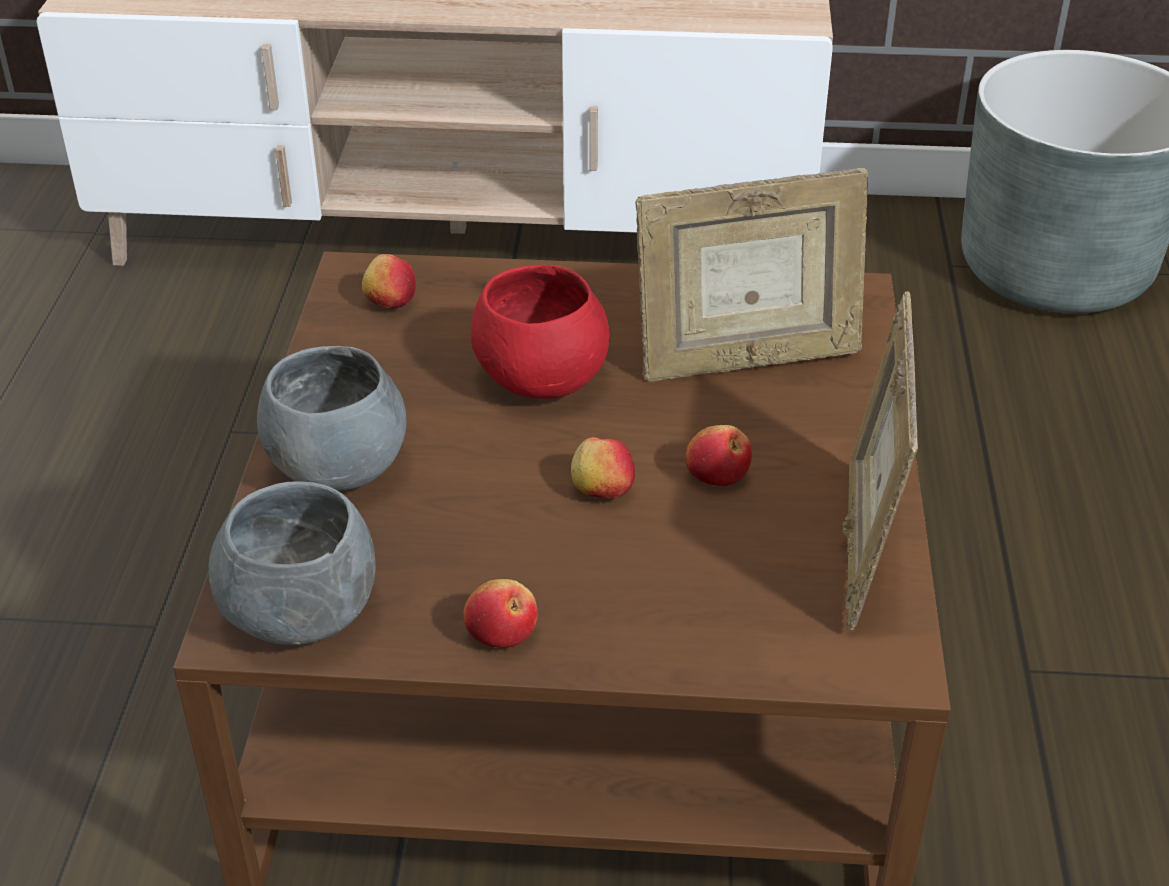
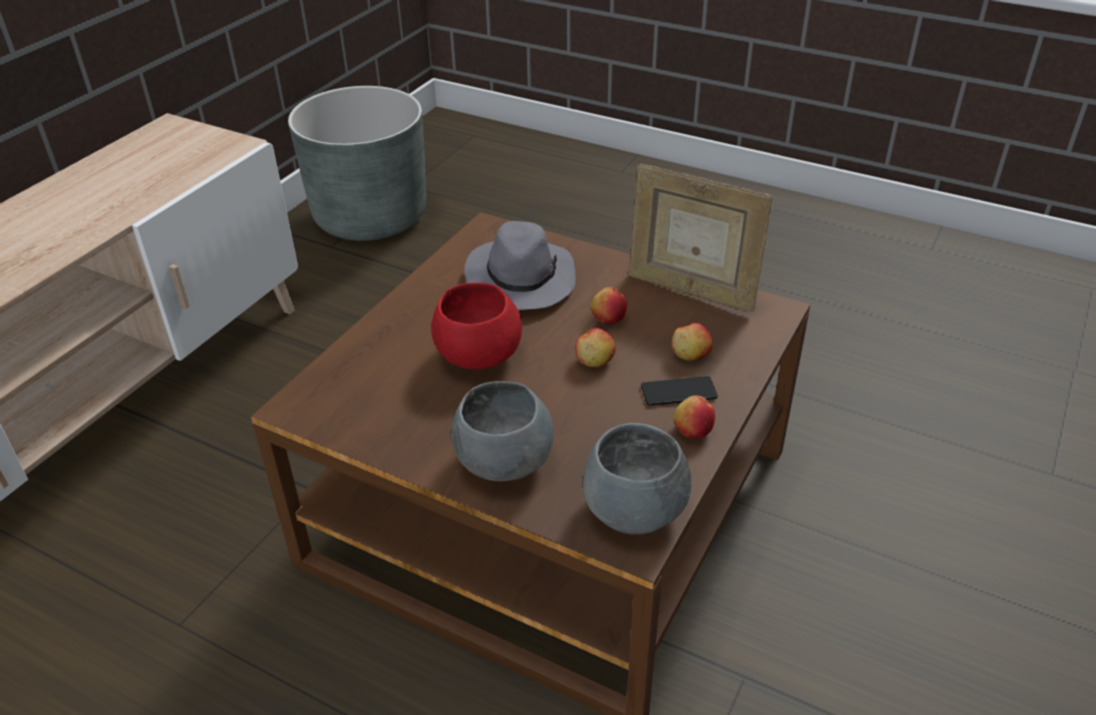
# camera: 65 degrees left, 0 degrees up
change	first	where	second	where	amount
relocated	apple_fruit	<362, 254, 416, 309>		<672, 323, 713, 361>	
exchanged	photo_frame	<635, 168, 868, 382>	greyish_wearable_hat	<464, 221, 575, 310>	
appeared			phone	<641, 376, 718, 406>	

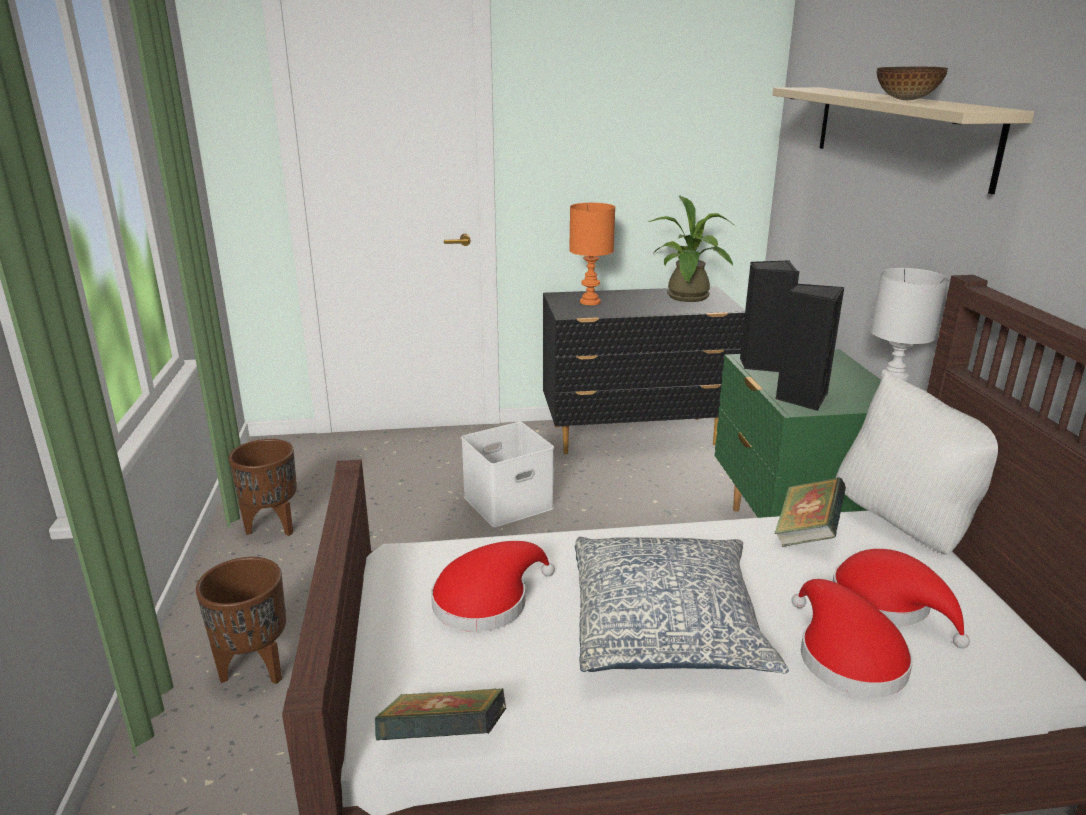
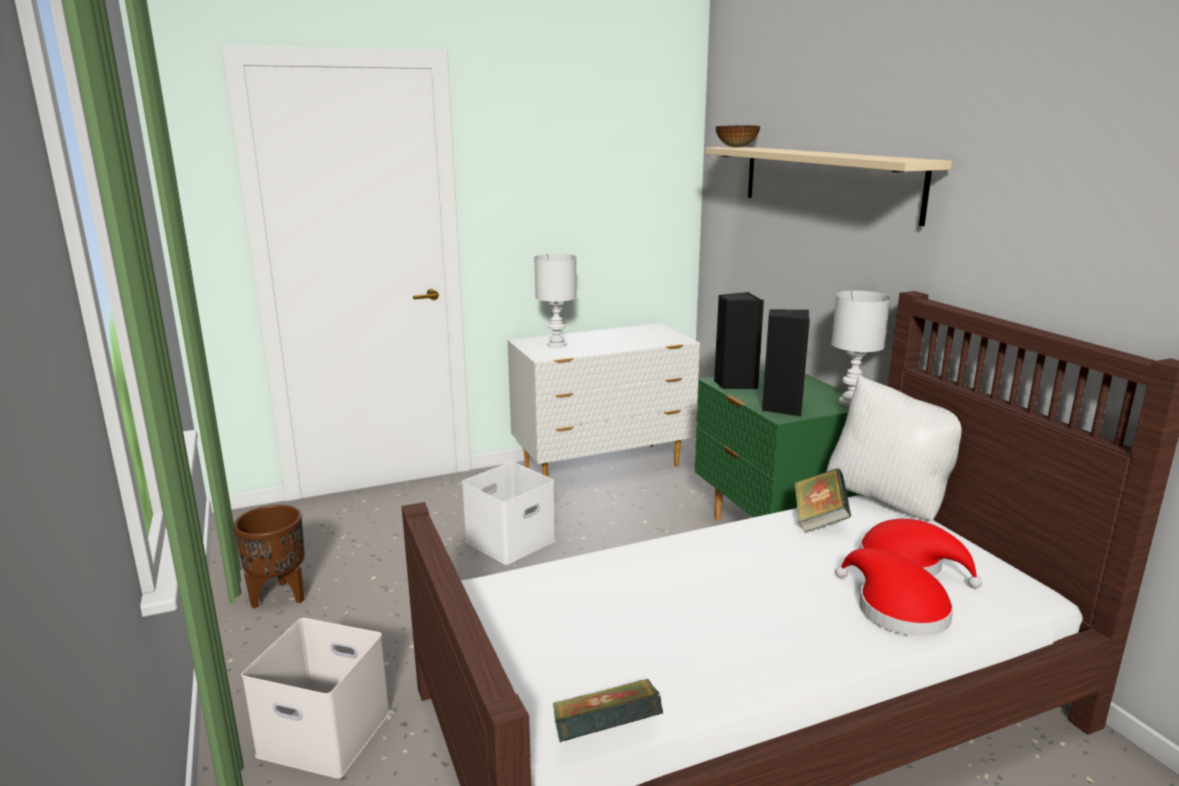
# camera: 15 degrees left, 5 degrees down
change	first	where	second	where	amount
exchanged	brown-coloured_planter	<196, 557, 286, 684>	white_storage_bin	<241, 618, 390, 778>	
missing	red-coloured_wearable_hat	<431, 541, 555, 632>			
colour	black-coloured_drawer_chest	<543, 286, 745, 454>	white_drawer_chest	<508, 323, 700, 477>	
colour	orangey_table_lamp	<569, 203, 615, 305>	white_table_lamp	<534, 253, 577, 348>	
missing	throw_pillow	<575, 537, 788, 674>			
missing	plant_in_a_pot	<648, 195, 735, 302>			
relocated	bowl	<877, 66, 948, 100>		<716, 125, 760, 148>	

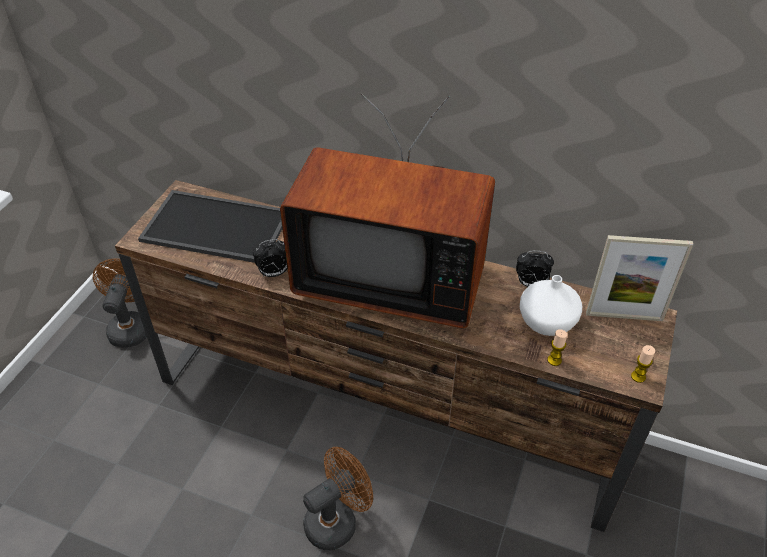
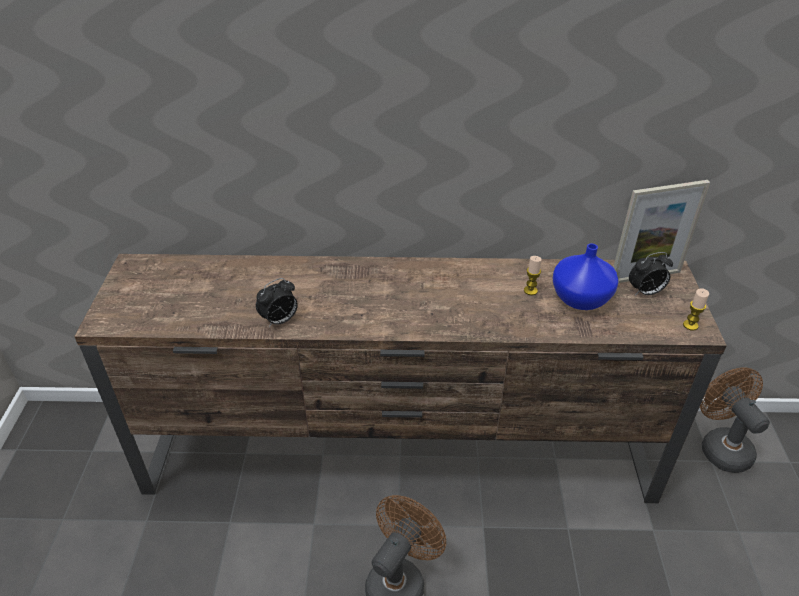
# camera: 20 degrees left, 5 degrees down
change	first	where	second	where	amount
relocated	brown-coloured_electric_fan	<93, 258, 147, 348>		<700, 367, 770, 473>	
missing	tray	<138, 190, 282, 263>			
missing	television	<280, 94, 495, 328>			
relocated	table_clock	<516, 251, 554, 287>		<629, 252, 673, 296>	
colour	white_flower_vase	<520, 275, 582, 336>	bluish_flower_vase	<553, 243, 619, 310>	
relocated	candle	<547, 329, 567, 366>		<524, 256, 542, 295>	

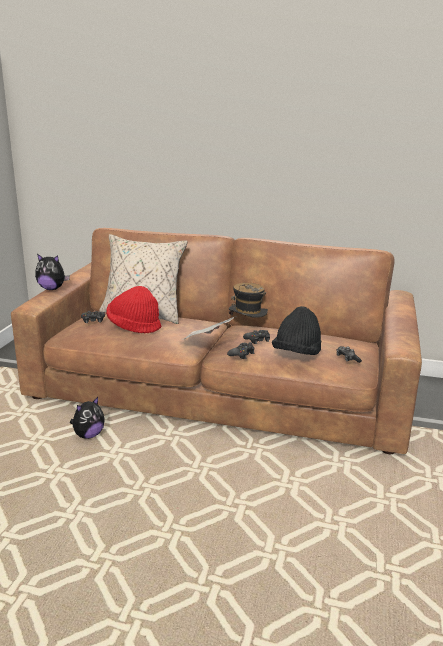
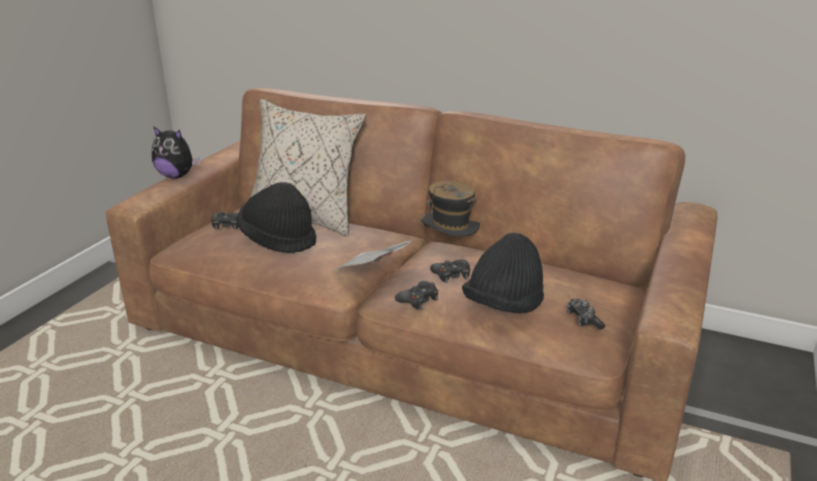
# camera: 10 degrees right, 5 degrees up
change	first	where	second	where	amount
missing	plush_toy	<70, 397, 105, 439>			
colour	red-coloured_wearable_hat	<106, 286, 161, 333>	black-coloured_wearable_hat	<237, 182, 316, 253>	

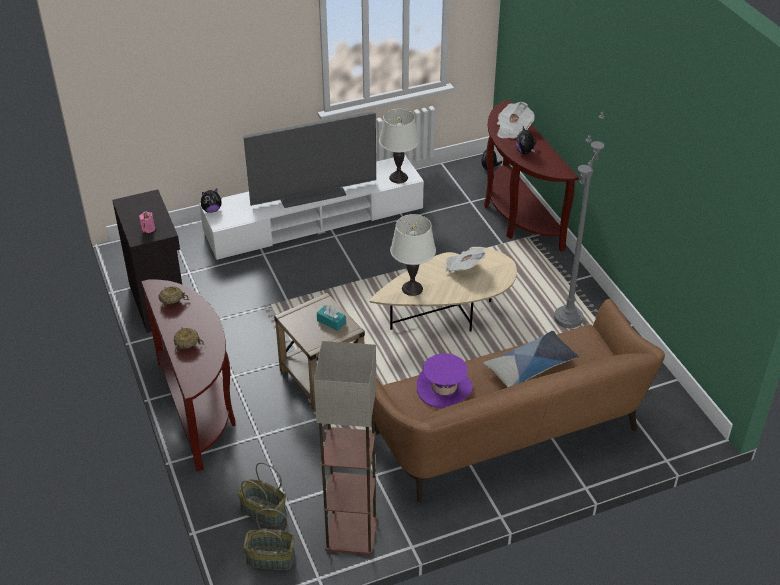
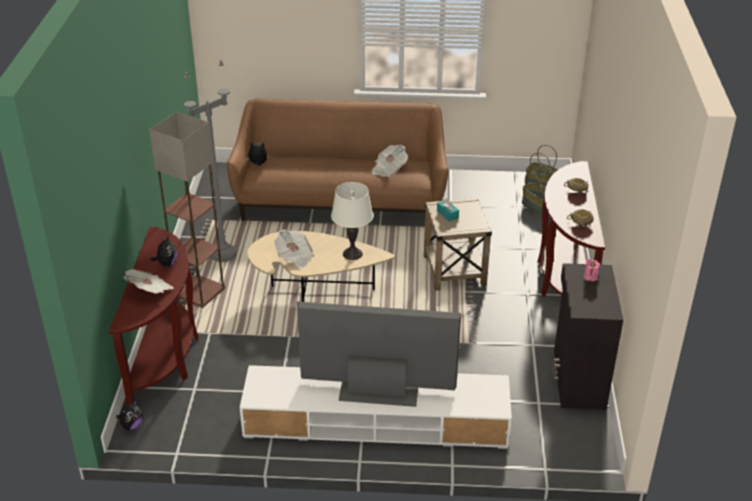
# camera: 155 degrees left, 5 degrees down
change	first	where	second	where	amount
relocated	plush_toy	<201, 189, 221, 213>		<246, 142, 268, 166>	
relocated	standard_lamp	<314, 341, 377, 555>		<149, 112, 225, 307>	
missing	white_table_lamp	<379, 109, 419, 183>			
exchanged	purple-coloured_wearable_hat	<417, 353, 473, 408>	printed_paper	<371, 145, 408, 177>	
missing	throw_pillow	<483, 331, 579, 387>			

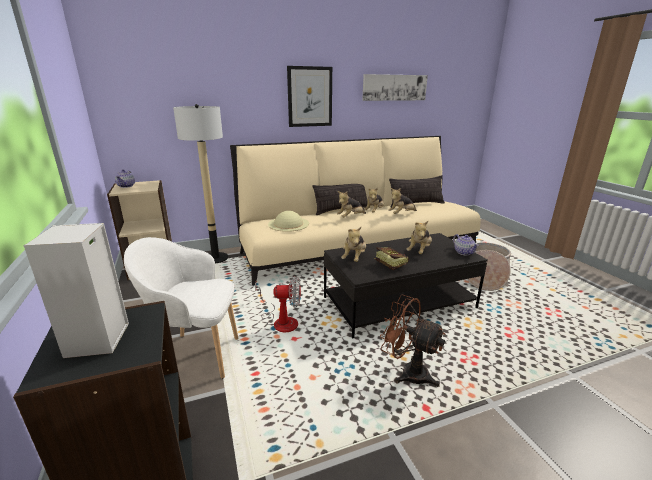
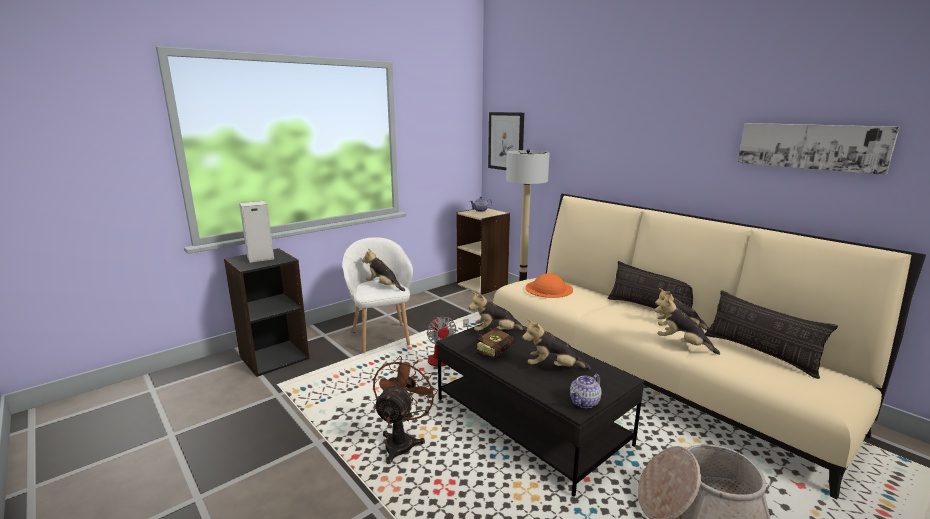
# camera: 70 degrees right, 5 degrees down
change	first	where	second	where	amount
colour	beige_wearable_hat	<268, 211, 309, 232>	orangey_wearable_hat	<525, 273, 573, 298>	
relocated	picture	<287, 66, 332, 127>		<488, 112, 524, 170>	
relocated	plush_toy	<337, 191, 366, 218>		<362, 249, 405, 291>	

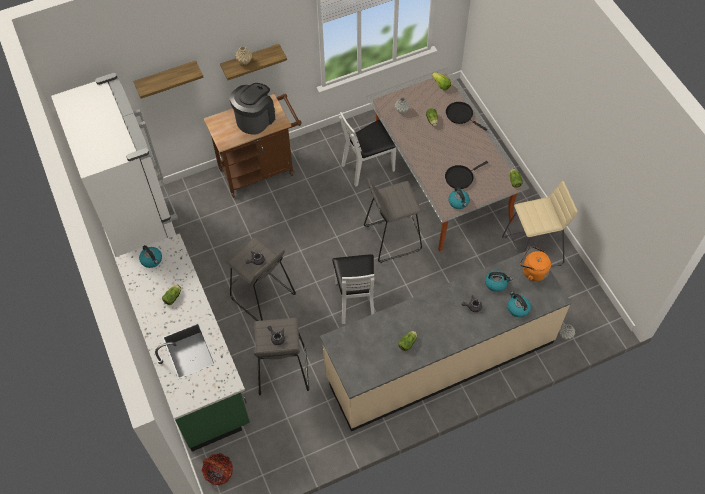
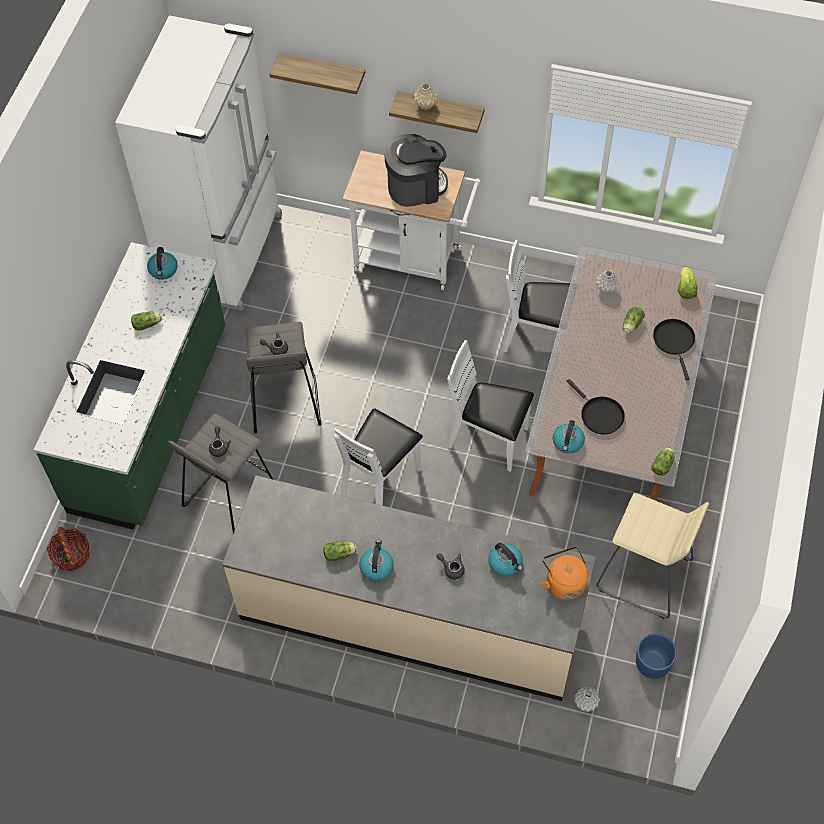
# camera: 40 degrees right, 0 degrees up
change	first	where	second	where	amount
colour	brown-coloured_trolley	<204, 94, 302, 198>	white_trolley	<342, 151, 481, 290>	
exchanged	greyish_stool_seat	<364, 178, 422, 263>	white_plain_chair	<447, 340, 534, 472>	
spun	black-coloured_pan	<445, 161, 488, 189>		<567, 379, 625, 434>	135 degrees counterclockwise
relocated	water_kettle	<507, 291, 531, 317>		<359, 540, 394, 581>	
appeared			bluish_planter	<636, 634, 677, 679>	

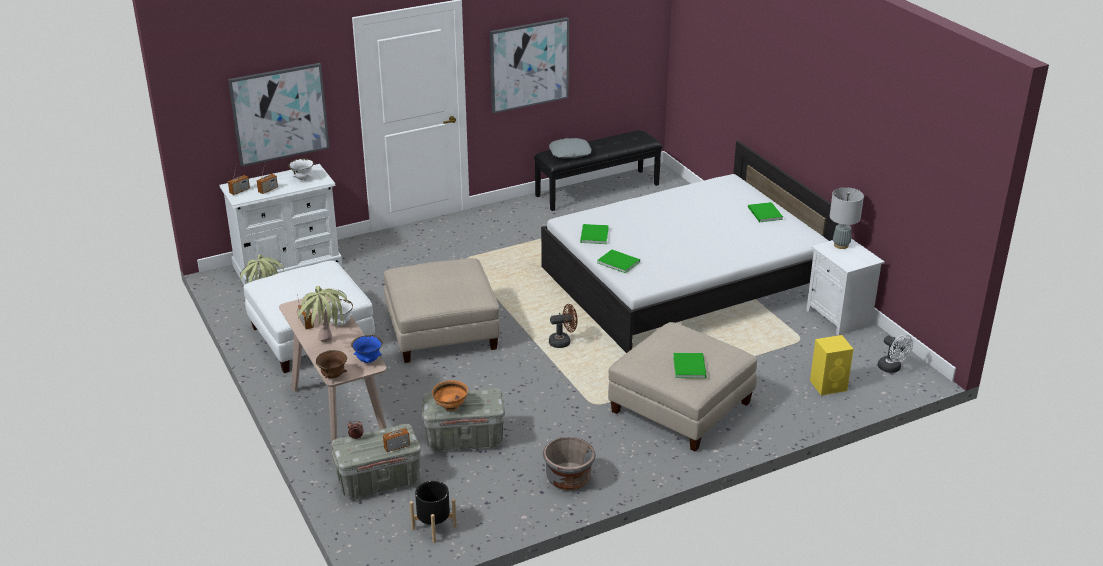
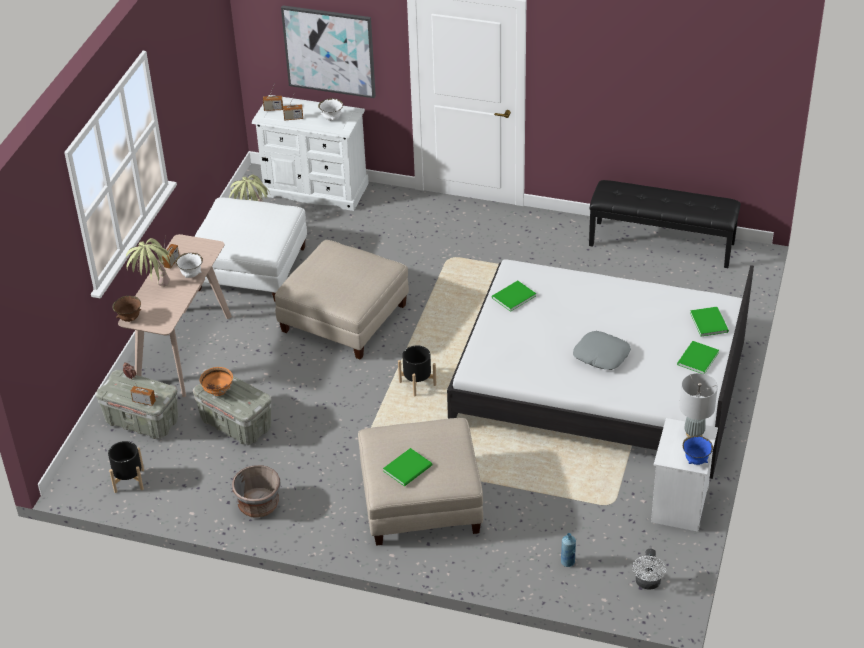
# camera: 45 degrees right, 10 degrees up
change	first	where	second	where	amount
relocated	bluish_bowl	<351, 335, 382, 363>		<683, 435, 713, 465>	
missing	picture	<490, 17, 569, 113>			
relocated	greyish_throw_pillow	<549, 138, 591, 158>		<573, 331, 631, 370>	
exchanged	brown-coloured_electric_fan	<549, 304, 578, 348>	black-coloured_planter	<398, 345, 437, 396>	
relocated	green-coloured_book	<597, 250, 640, 273>		<690, 307, 729, 337>	
exchanged	yellow-coloured_speaker	<810, 335, 853, 395>	bluish_beverage_bottle	<561, 533, 576, 567>	

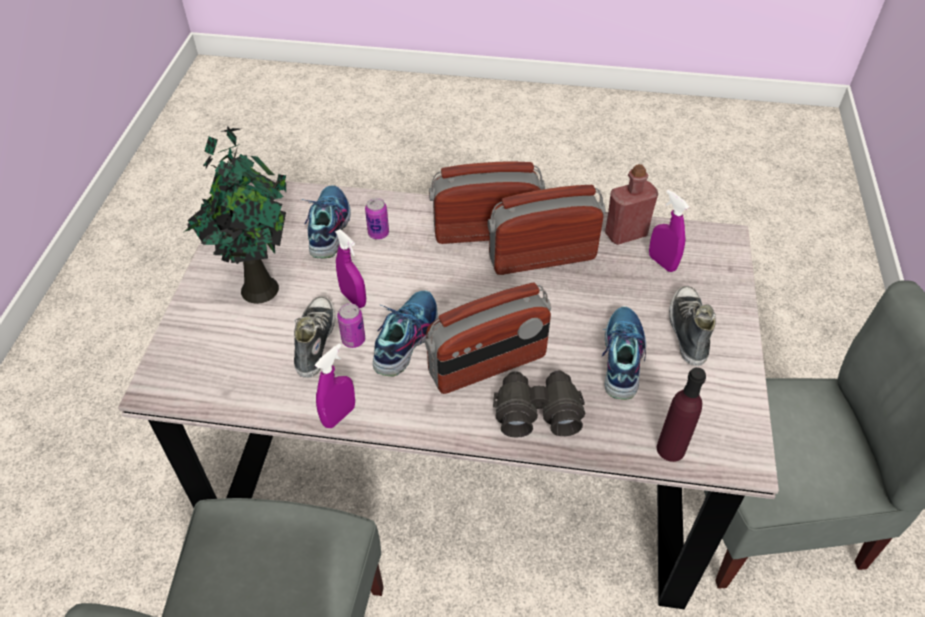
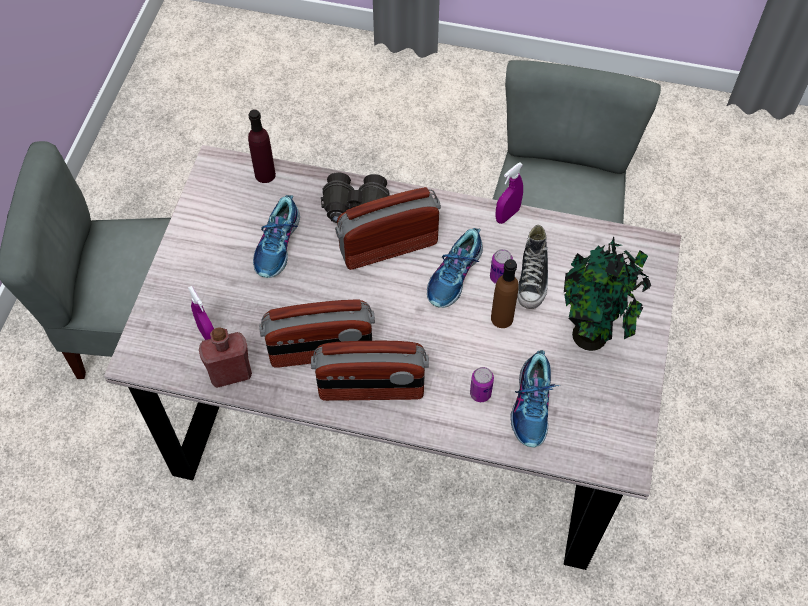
# camera: 175 degrees left, 10 degrees up
change	first	where	second	where	amount
exchanged	purple-coloured_spray_bottle	<335, 229, 366, 308>	brown-coloured_beverage_bottle	<491, 259, 519, 328>	
missing	shoe	<669, 286, 716, 366>			

